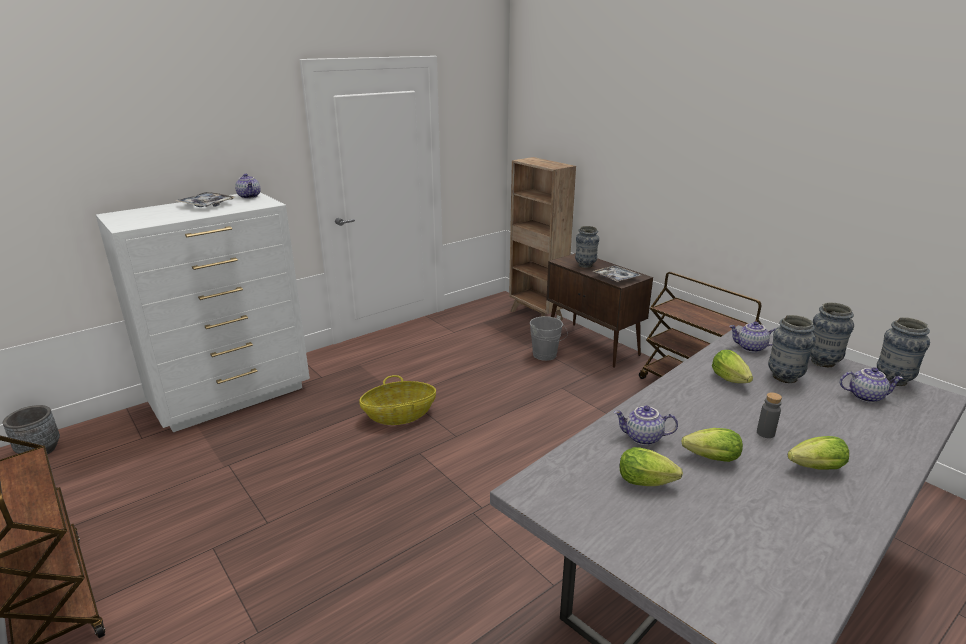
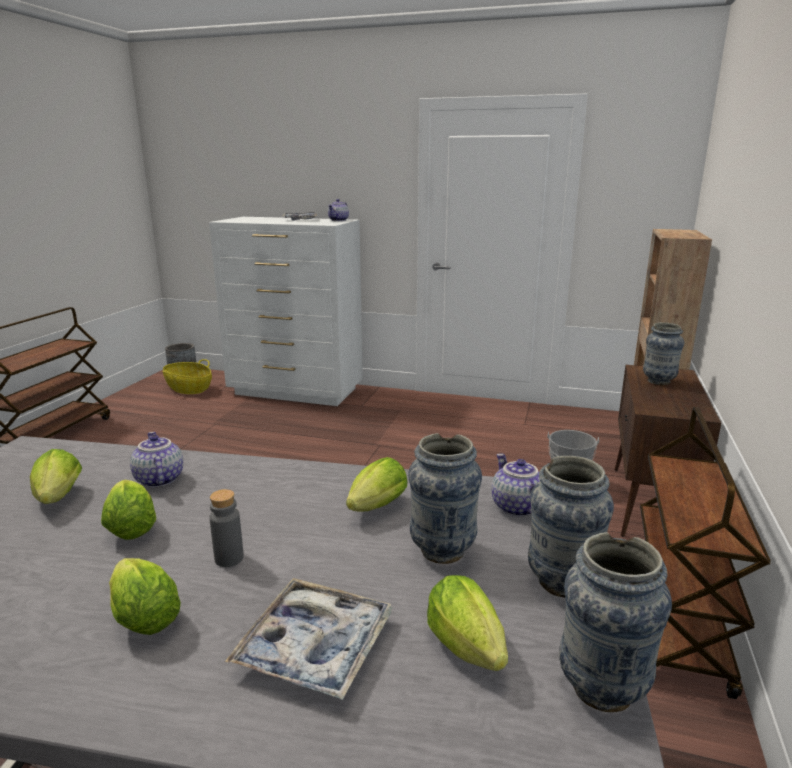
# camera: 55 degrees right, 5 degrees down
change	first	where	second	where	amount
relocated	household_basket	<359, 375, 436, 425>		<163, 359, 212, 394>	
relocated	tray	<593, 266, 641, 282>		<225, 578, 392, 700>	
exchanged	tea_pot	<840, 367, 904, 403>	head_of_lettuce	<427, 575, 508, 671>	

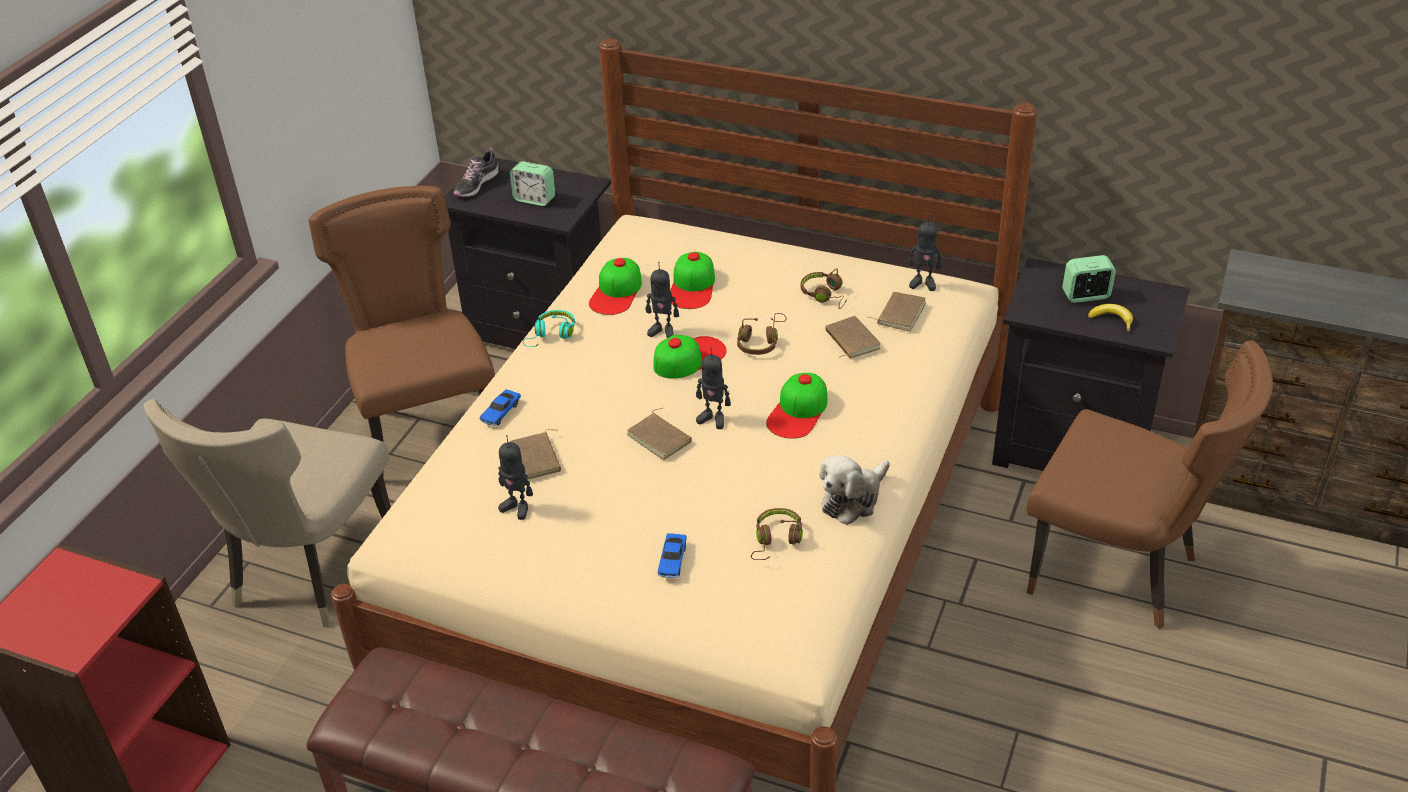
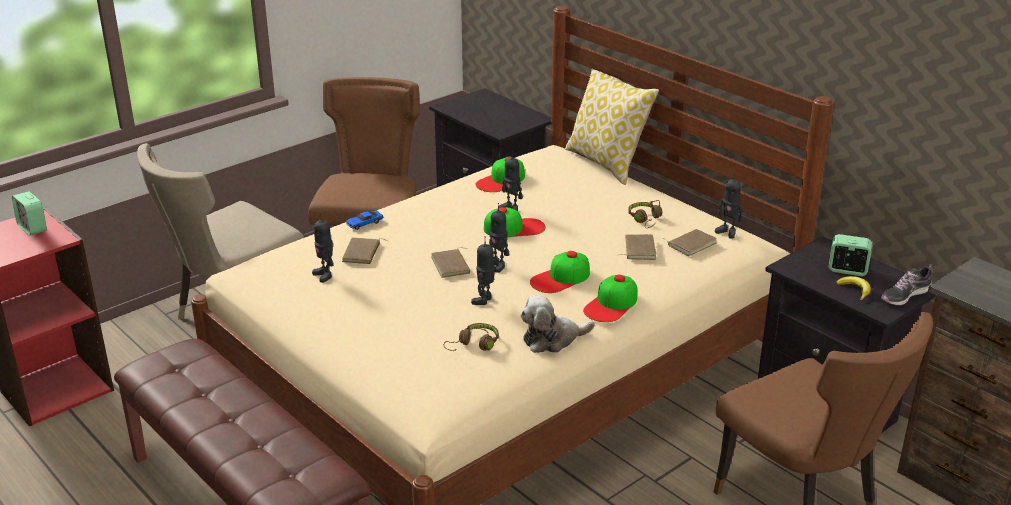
# camera: 25 degrees right, 10 degrees down
change	first	where	second	where	amount
relocated	shoe	<454, 147, 499, 197>		<881, 264, 932, 305>	
relocated	table_clock	<510, 161, 555, 206>		<12, 191, 47, 236>	
missing	turquoise-coloured_headset	<523, 310, 575, 347>			
missing	model_car	<657, 533, 687, 578>			
relocated	baseball_cap	<670, 252, 715, 309>		<583, 275, 637, 322>	
missing	brown-coloured_headset	<737, 313, 787, 355>			
appeared			toy_robot	<471, 236, 495, 305>	
appeared			throw_pillow	<565, 69, 659, 185>	

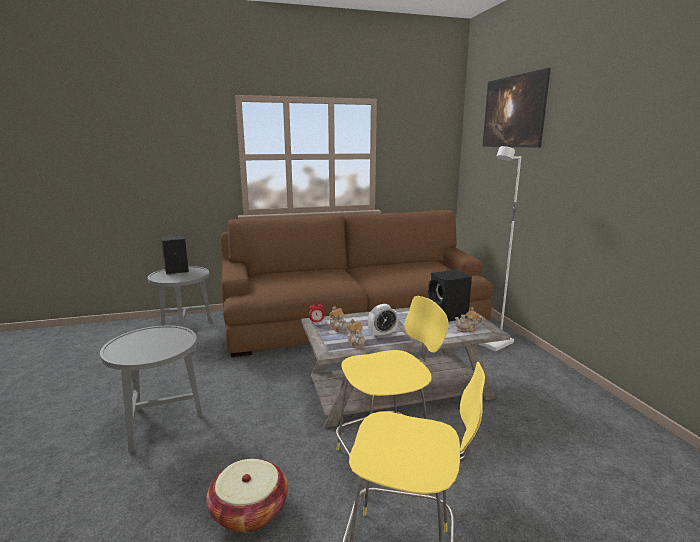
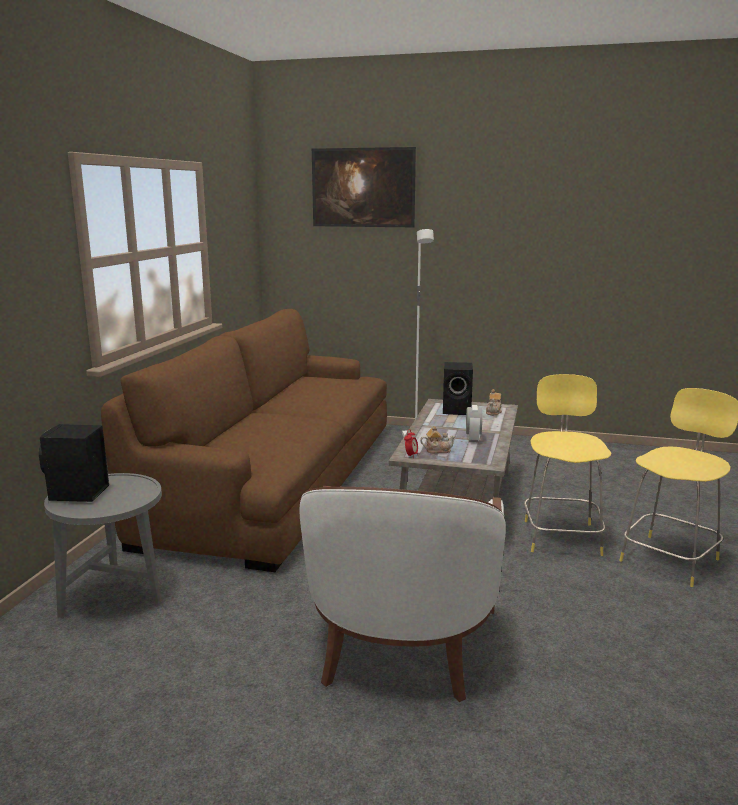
# camera: 60 degrees left, 0 degrees up
change	first	where	second	where	amount
exchanged	greyish_accent_table	<100, 325, 202, 453>	white_easy_chair	<300, 486, 506, 702>	
missing	household_basket	<206, 459, 288, 533>			
missing	tea_pot	<347, 319, 365, 349>			

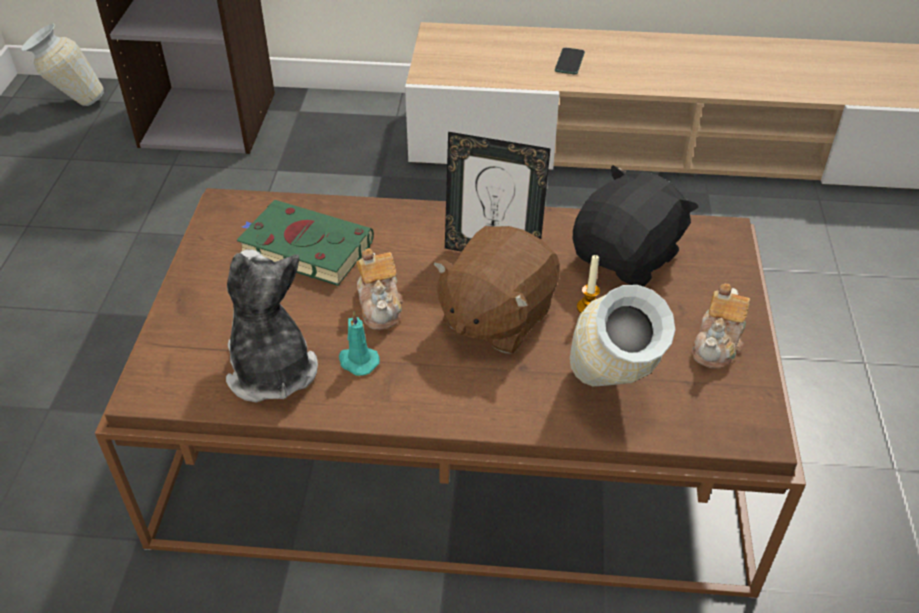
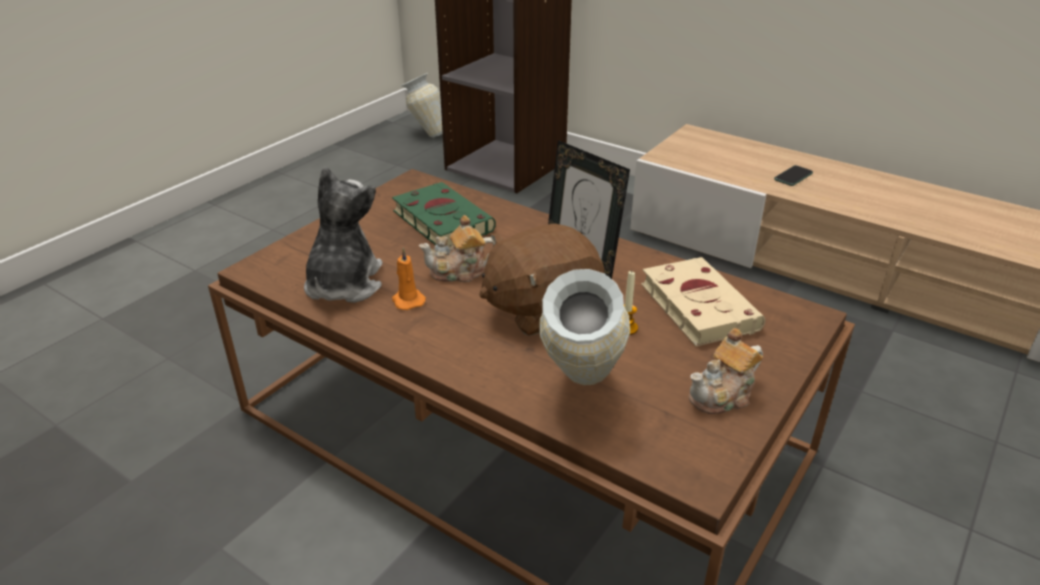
# camera: 30 degrees right, 10 degrees down
change	first	where	second	where	amount
colour	turquoise-coloured_candle	<339, 311, 380, 376>	orangey_candle	<392, 248, 426, 310>	
spun	tea_pot	<356, 248, 403, 330>		<419, 215, 493, 282>	60 degrees clockwise
exchanged	black-coloured_plush_toy	<573, 165, 699, 287>	beige_book	<641, 257, 765, 346>	

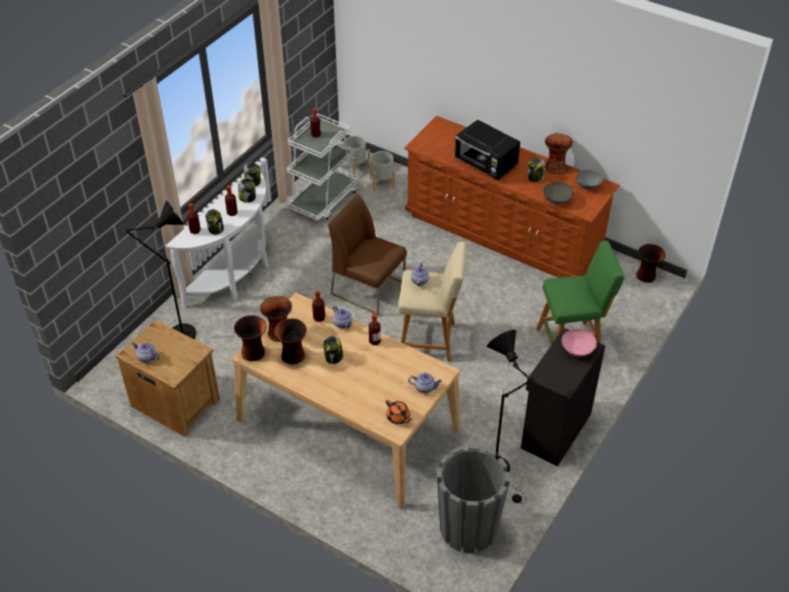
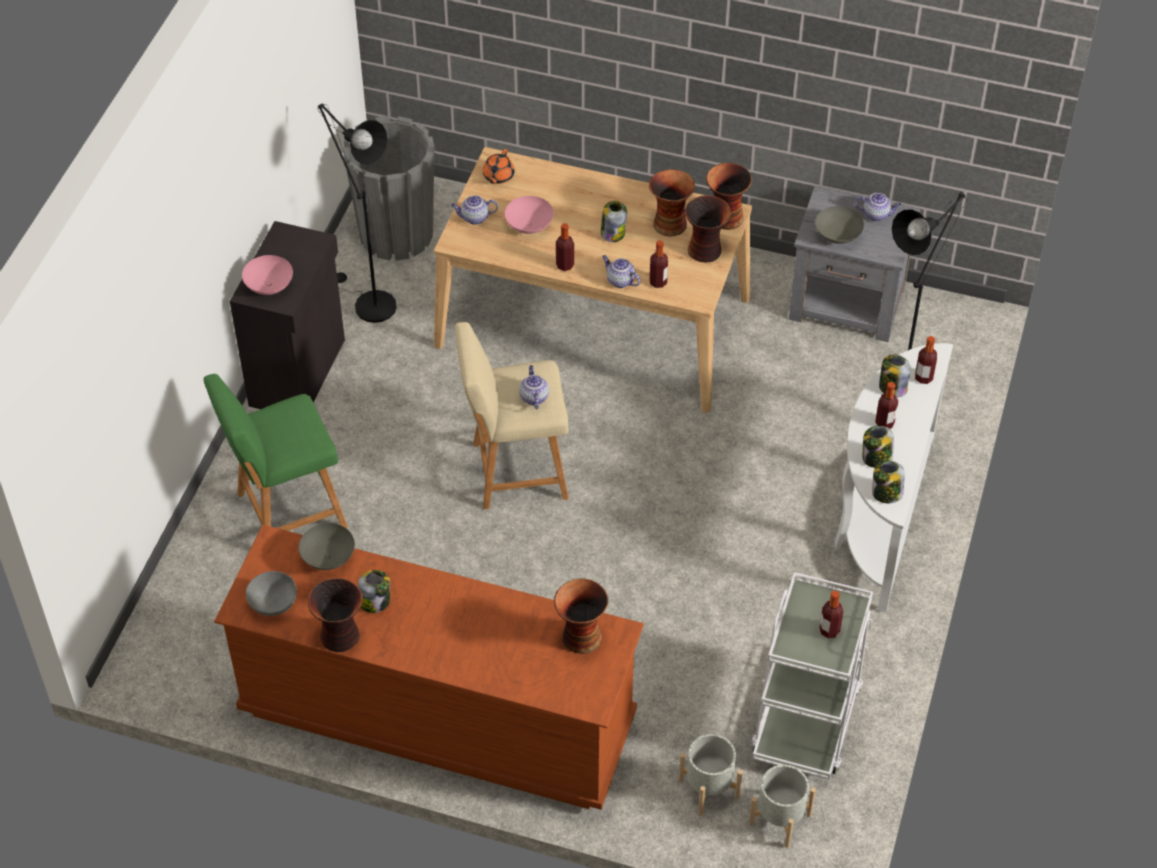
# camera: 165 degrees right, 5 degrees up
change	first	where	second	where	amount
colour	brown-coloured_night_table	<116, 320, 220, 437>	greyish_night_table	<789, 186, 920, 342>	
missing	brown-coloured_plain_chair	<328, 194, 407, 315>			
spun	orangey_tea_pot	<386, 399, 413, 424>		<483, 149, 515, 184>	105 degrees counterclockwise
missing	black-coloured_microwave_oven	<455, 120, 520, 180>			
relocated	flower_vase	<636, 244, 666, 283>		<554, 579, 608, 654>	
appeared			pinkish_bowl	<505, 196, 554, 234>	
appeared			greyish_bowl	<815, 206, 864, 244>	

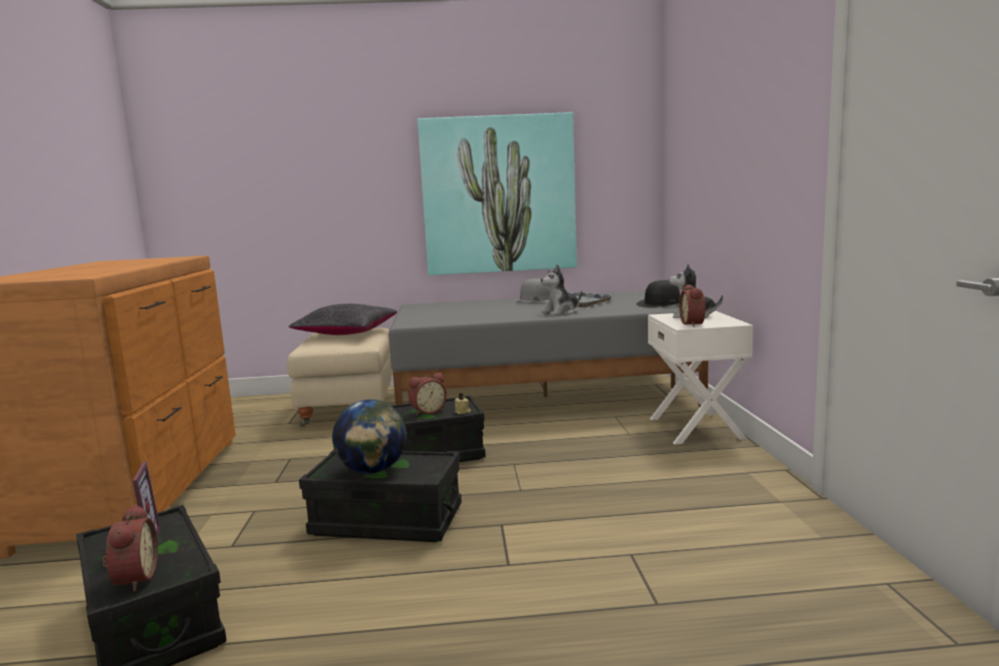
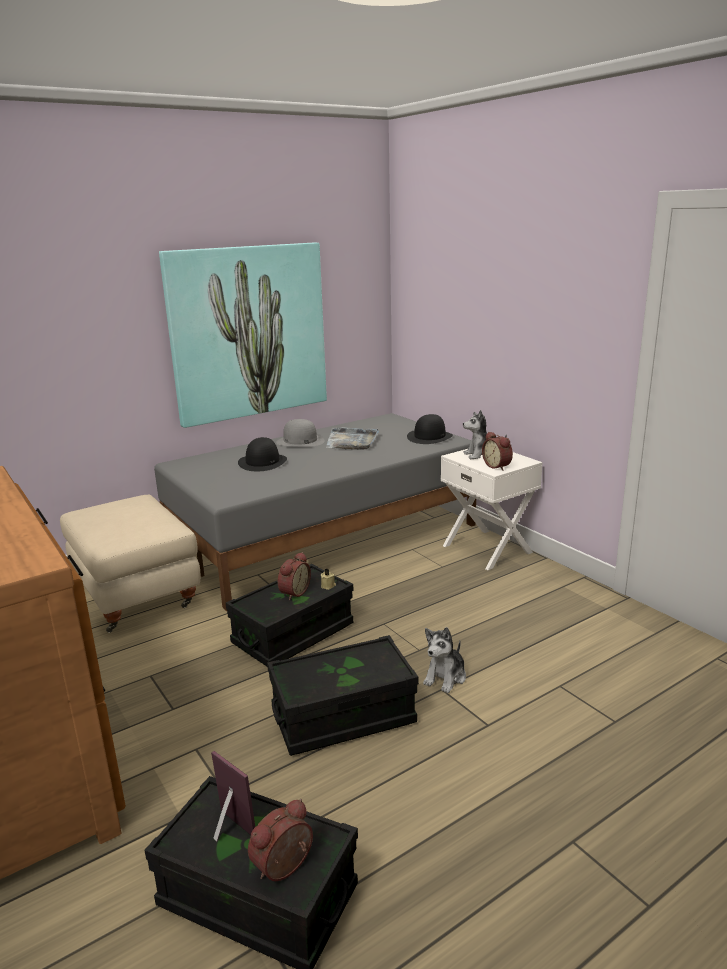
# camera: 30 degrees left, 10 degrees up
change	first	where	second	where	amount
spun	table_clock	<102, 504, 158, 591>		<248, 799, 313, 881>	90 degrees counterclockwise
missing	black-coloured_throw_pillow	<289, 304, 397, 335>			
missing	desk_globe	<332, 399, 407, 474>			
relocated	plush_toy	<541, 264, 582, 315>		<423, 627, 466, 693>	
appeared			black-coloured_wearable_hat	<238, 437, 287, 471>	

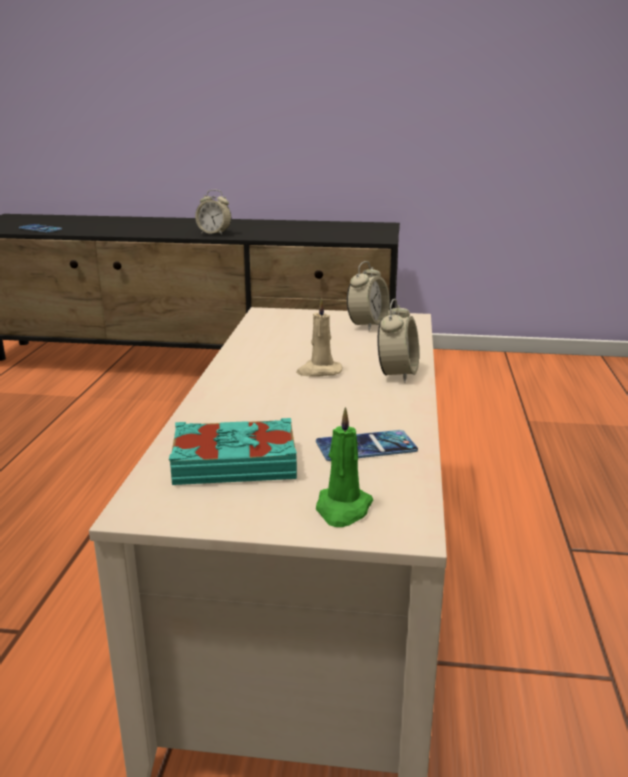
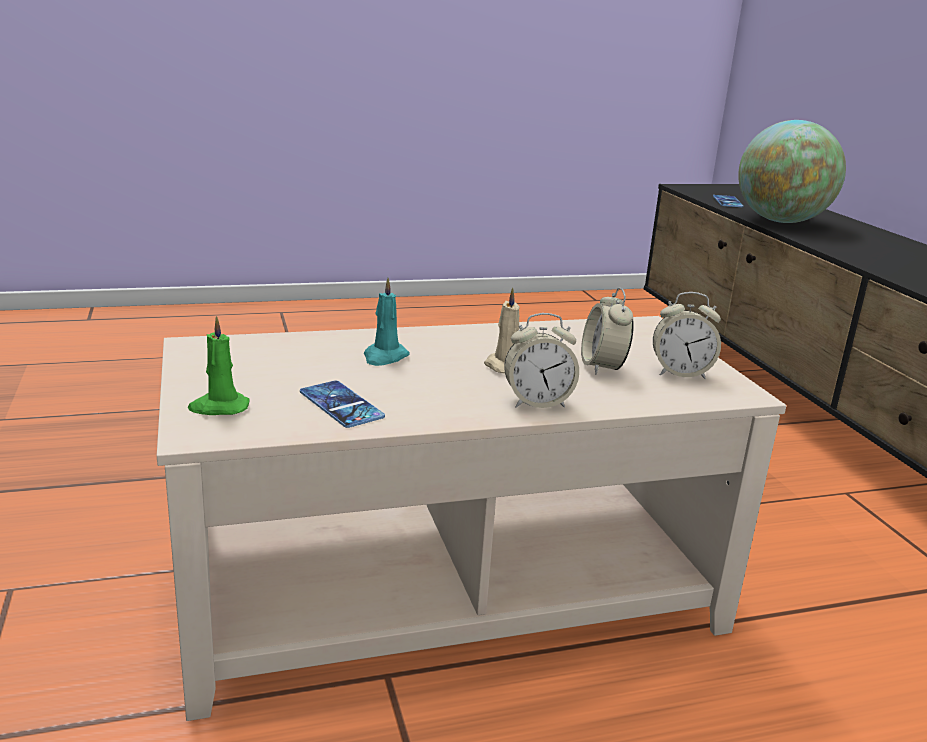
# camera: 65 degrees right, 0 degrees up
change	first	where	second	where	amount
missing	turquoise-coloured_book	<169, 418, 297, 485>			
relocated	table_clock	<195, 189, 231, 235>		<581, 288, 634, 375>	
appeared			turquoise-coloured_candle	<364, 278, 410, 366>	
appeared			desk_globe	<738, 120, 846, 223>	

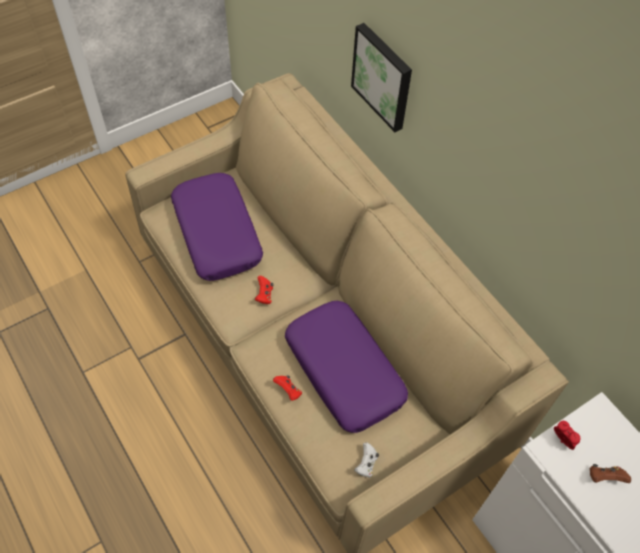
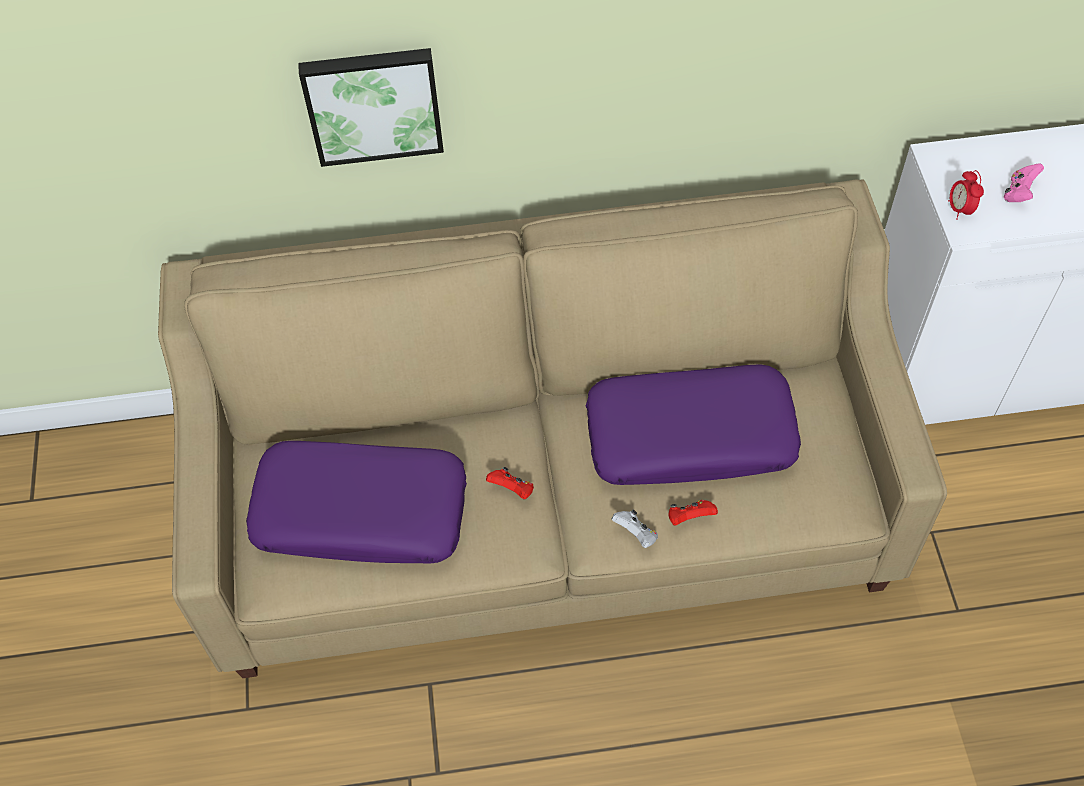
# camera: 60 degrees left, 0 degrees up
change	first	where	second	where	amount
relocated	white_joypad	<354, 442, 379, 478>		<612, 510, 658, 548>	
spun	table_clock	<554, 421, 580, 450>		<948, 170, 984, 220>	90 degrees counterclockwise
colour	brown-coloured_joypad	<590, 464, 631, 483>	pinkish_joypad	<1004, 163, 1044, 202>	

